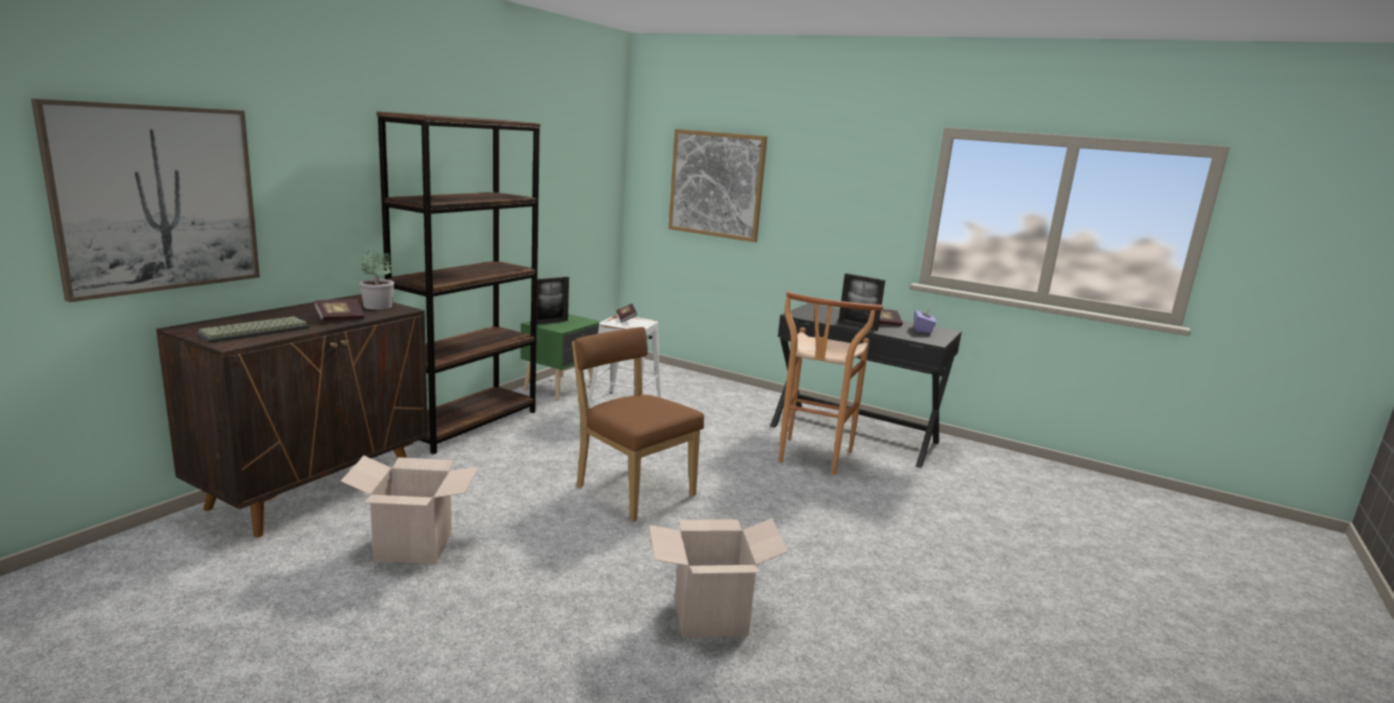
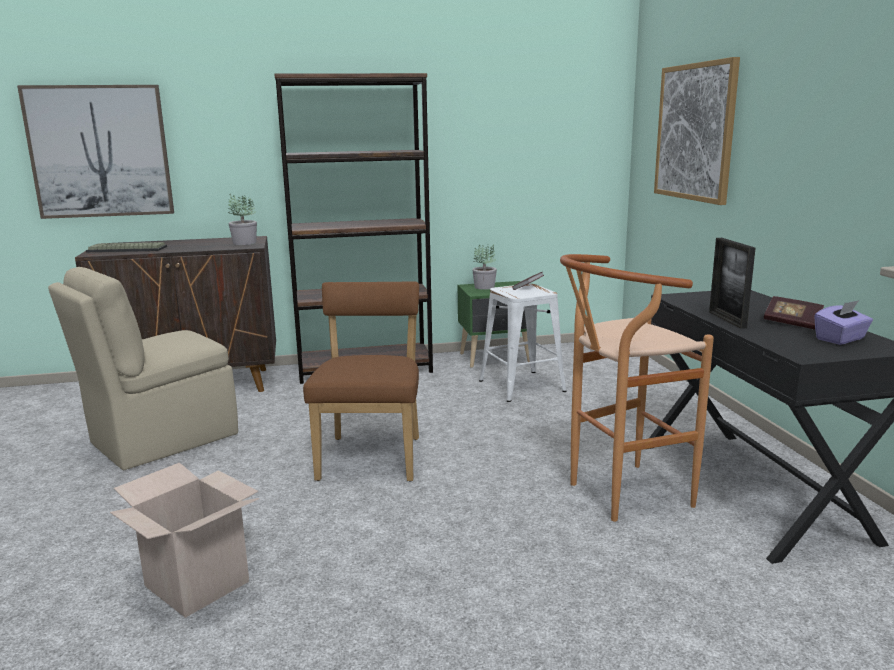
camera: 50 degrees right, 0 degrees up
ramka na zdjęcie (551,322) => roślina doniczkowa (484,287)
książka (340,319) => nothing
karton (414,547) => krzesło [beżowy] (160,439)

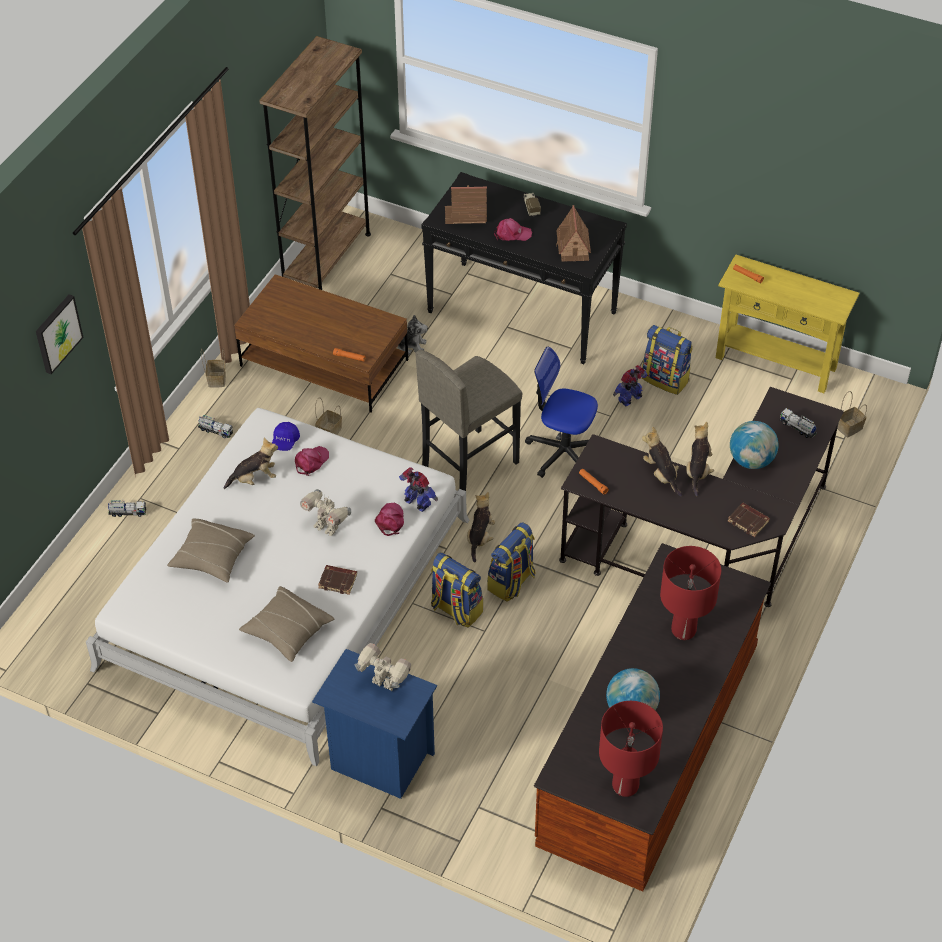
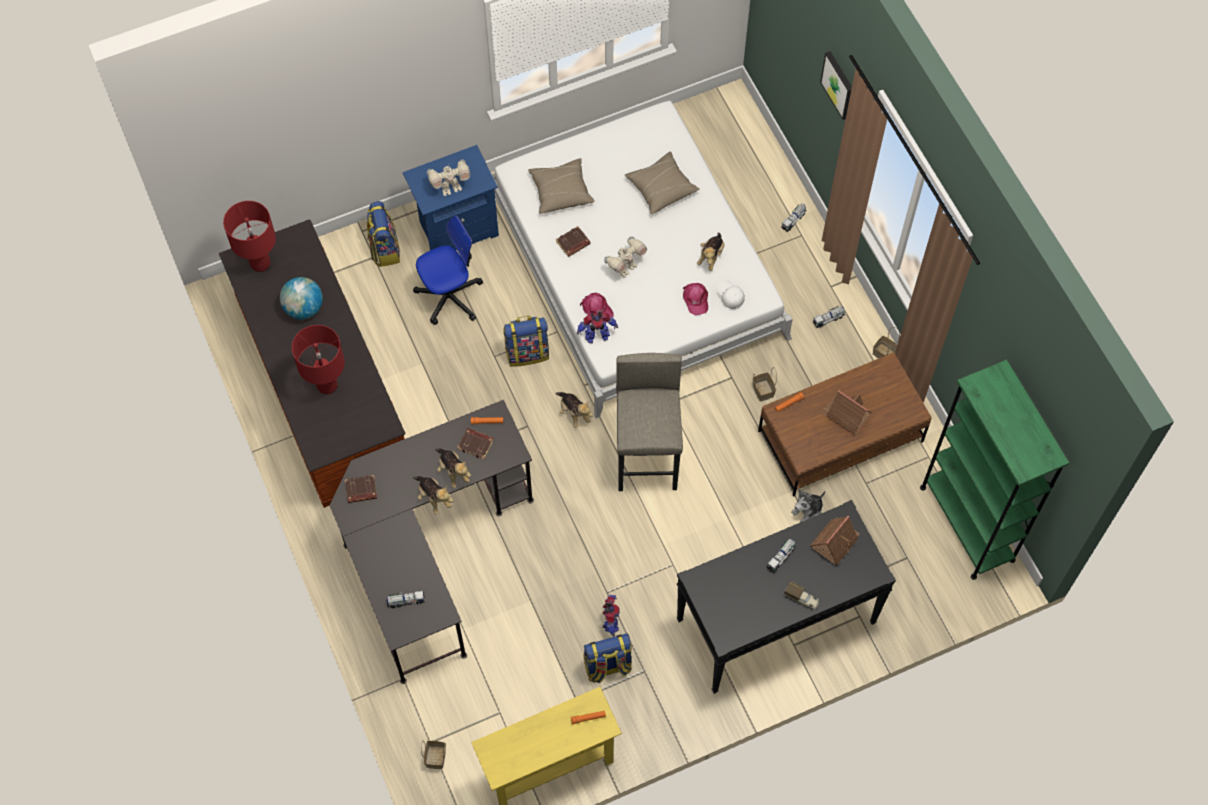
camera: 130 degrees right, 15 degrees up
regał [brązowy] (326,258) => regał [zielony] (967,523)
domek (573,246) => domek (846,414), shifted
czapka z daszkiem [różowy] (512,234) => ciężarówka zabawkowa (781,557)
krzesło biurowe (563,452) => krzesło biurowe (449,296), shifted
globus (751,460) => nothing
czapka z daszkiem [niebieski] (285,441) => czapka z daszkiem [biały] (730,296)
pluszak (661,475) => pluszak (452,471), 45 degrees clockwise
robot zabawkowy (327,527) => robot zabawkowy (625,268), 150 degrees clockwise
plecak (511,583) => plecak (384,248), shifted
nothing => książka [brązowy] (476,444)

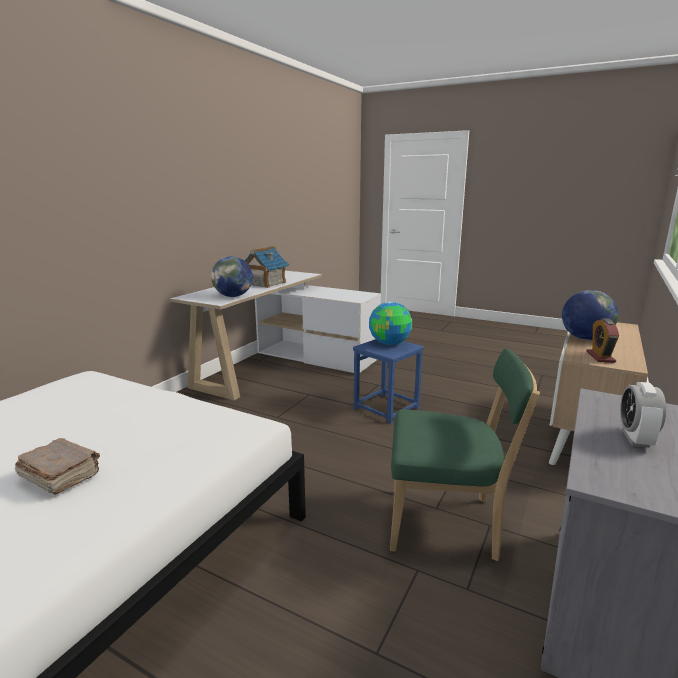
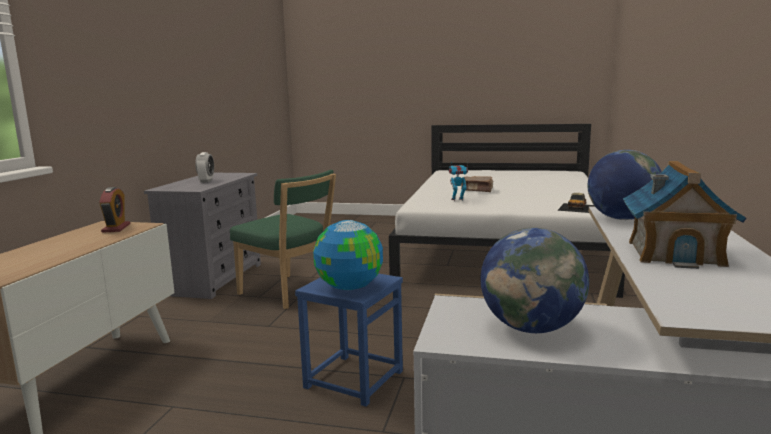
camera: 165 degrees right, 5 degrees down
globus (585,338) => globus (532,328), shifted
krzesło [zielony] (448,524) => krzesło [zielony] (289,293), 135 degrees counterclockwise
nothing => robot zabawkowy (457,200)
nothing => samochodzik (577,207)

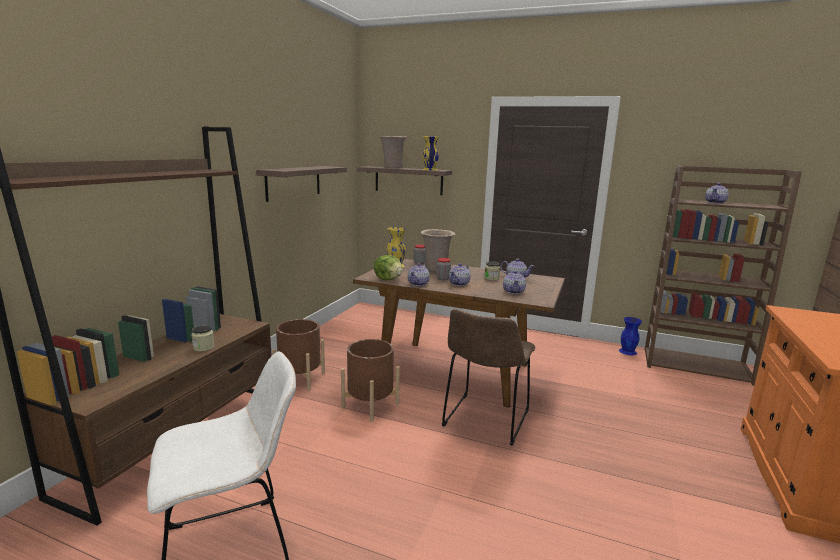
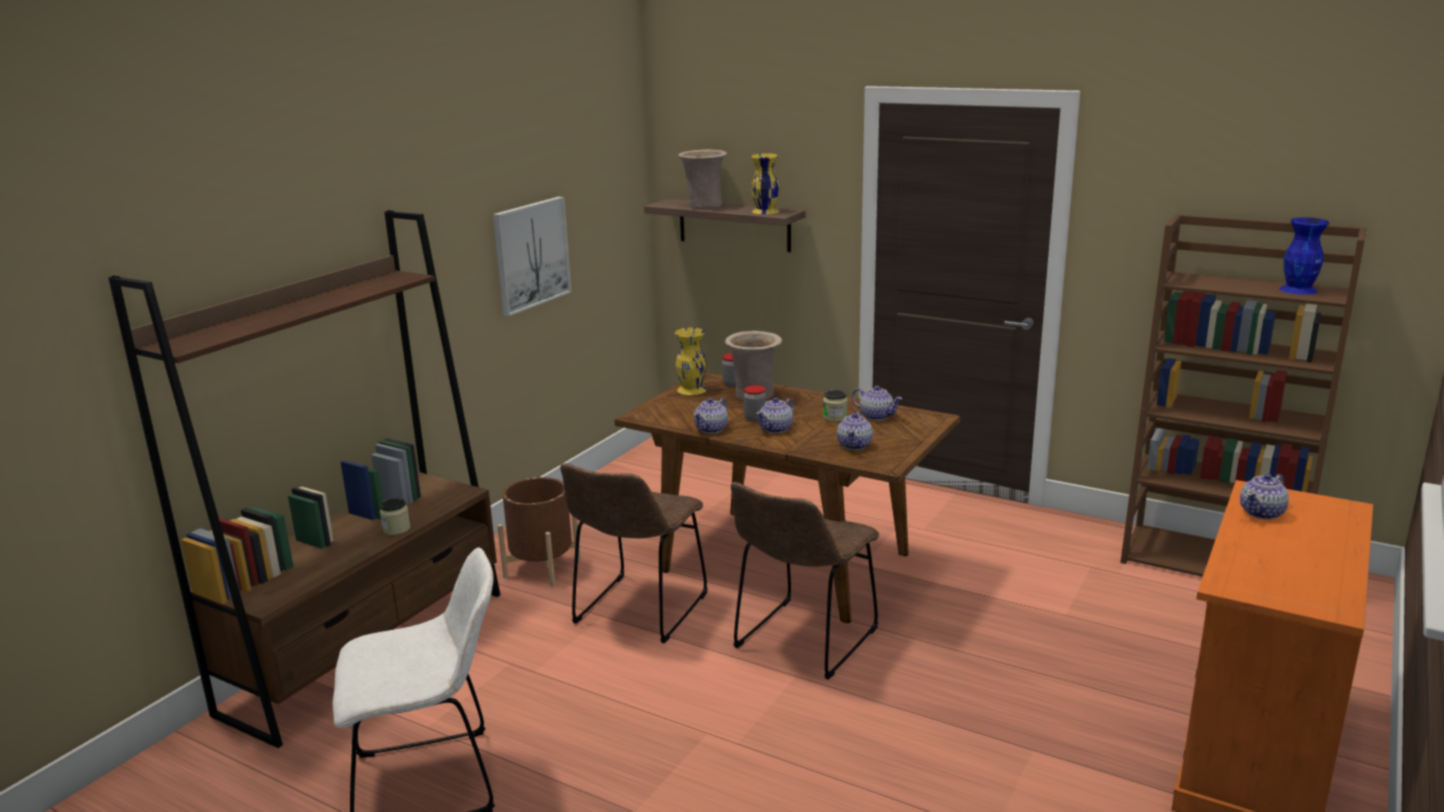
camera: 10 degrees right, 5 degrees up
półka (293,182) => obraz (531,254)
imbryk (715,202) => imbryk (1262,513), shifted
sałata (388,279) => nothing
wazon [niebieski] (628,351) => wazon [niebieski] (1299,290), shifted
donica [brązowy] (370,405) => krzesło [brązowy] (637,612)

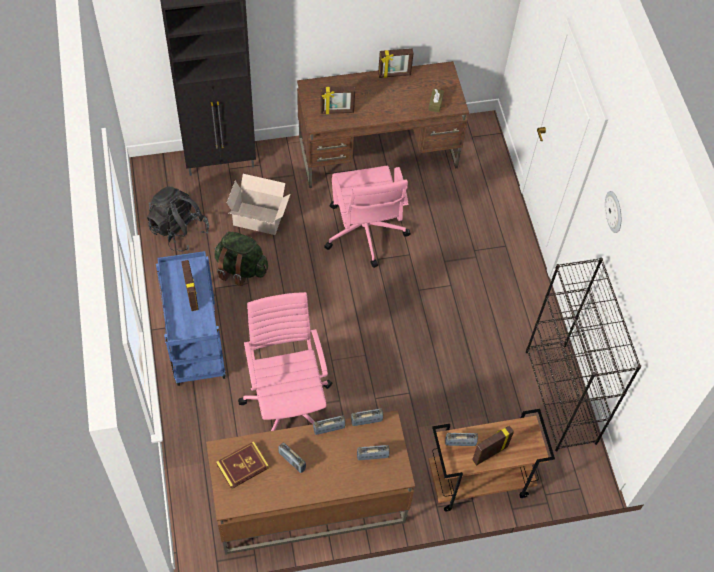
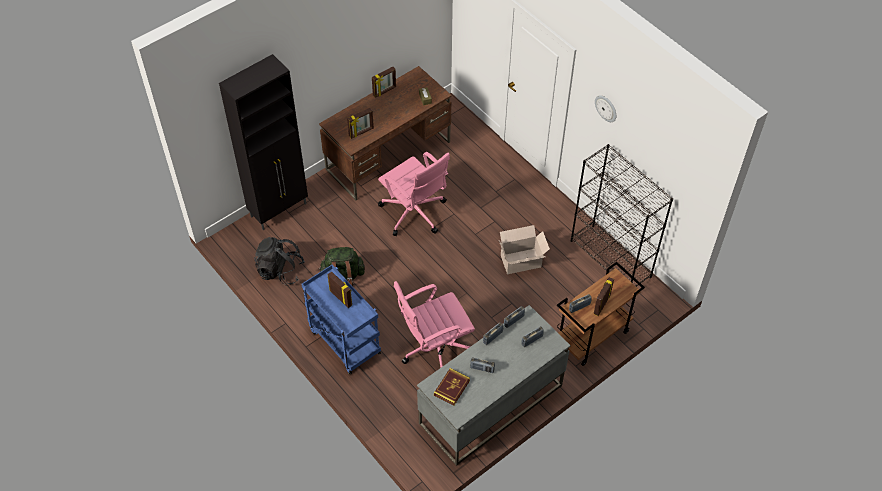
camera: 25 degrees left, 5 degrees down
karton (259,219) => karton (522,261), shifted
krzesło biurowe [różowy] (288,403) => krzesło biurowe [różowy] (434,349), 75 degrees counterclockwise
biurko [brązowy] (308,502) => biurko [szary] (490,405)

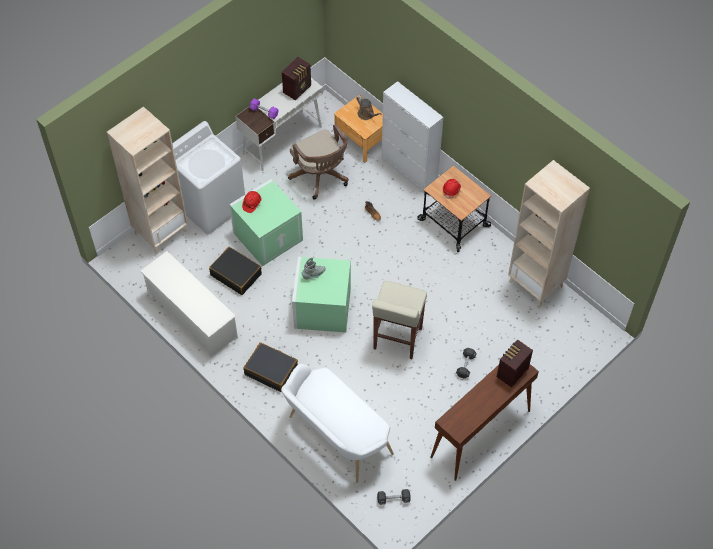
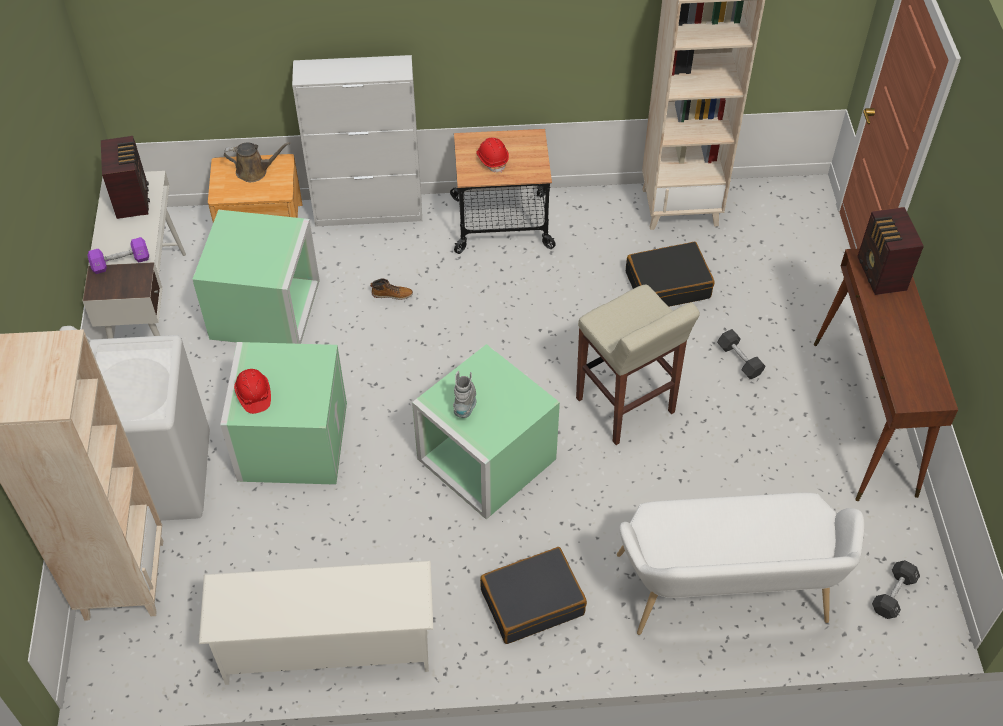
camera: 50 degrees left, 5 degrees down
krzesło biurowe [brązowy] (321,177) => pojemnik do przechowywania [zielony] (266,310)
walizka [czarny] (236,274) => walizka [czarny] (667,284), shifted

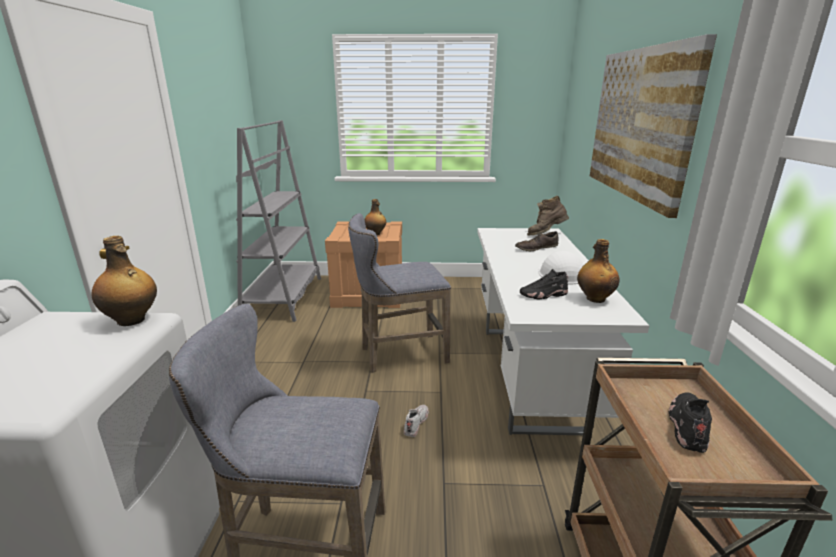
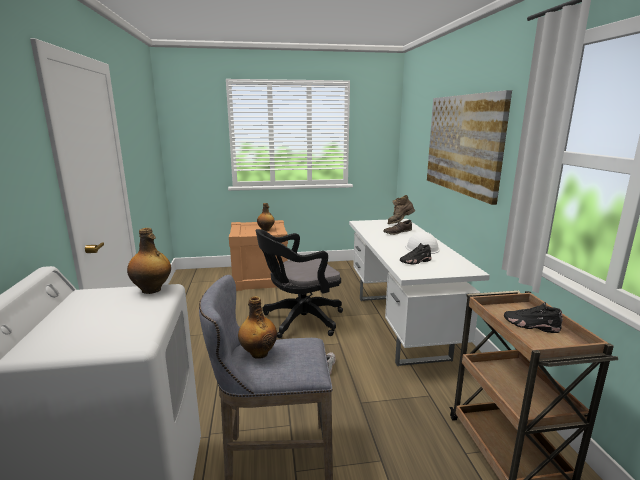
camera: 10 degrees left, 5 degrees down
regał [szary] (284,298) => nothing
stołek [szary] (399,354) => krzesło biurowe [czarny] (299,320)
butelka (594,299) => butelka (258,353), shifted
but [czarny] (687,426) => but [czarny] (530,325), 75 degrees counterclockwise

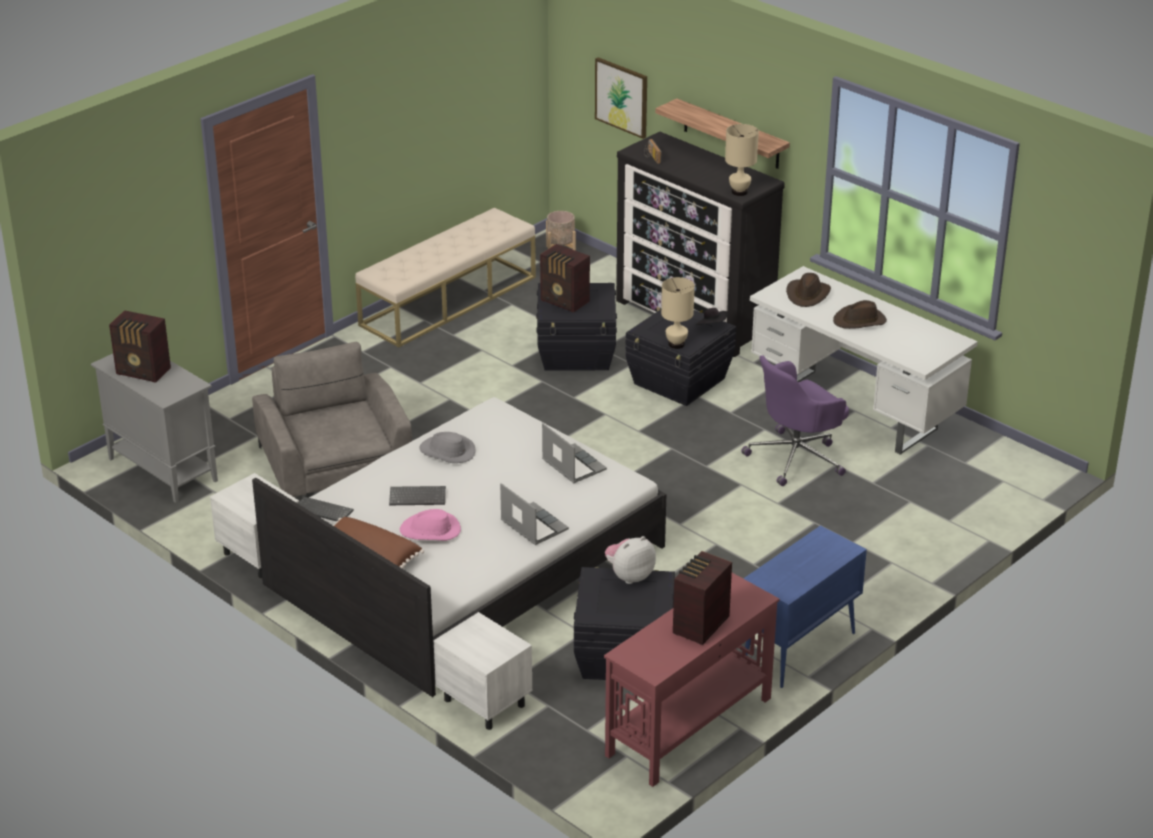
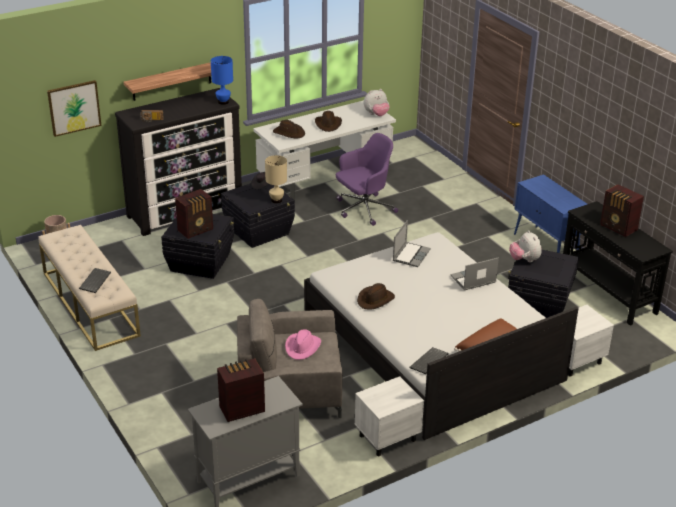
camera: 75 degrees left, 0 degrees up
lampa stołowa [beżowy] (739,192) => lampa stołowa [niebieski] (223,102)
radio (144,372) => radio (241,409), 150 degrees counterclockwise
krzesło biurowe [fioletowy] (796,457) => krzesło biurowe [fioletowy] (364,209), 105 degrees counterclockwise
laptop (572,465) => laptop (411,255), 135 degrees clockwise
kapelusz [szary] (447,452) => kapelusz [brązowy] (375,300)
klawiatura (418,496) => klawiatura (94,281), shifted
kapelusz [różowy] (430,531) => kapelusz [różowy] (302,347), shifted
stolik konsolowy [czerwony] (688,727) => stolik konsolowy [czarny] (608,293)
nothing => pluszak (376,115)

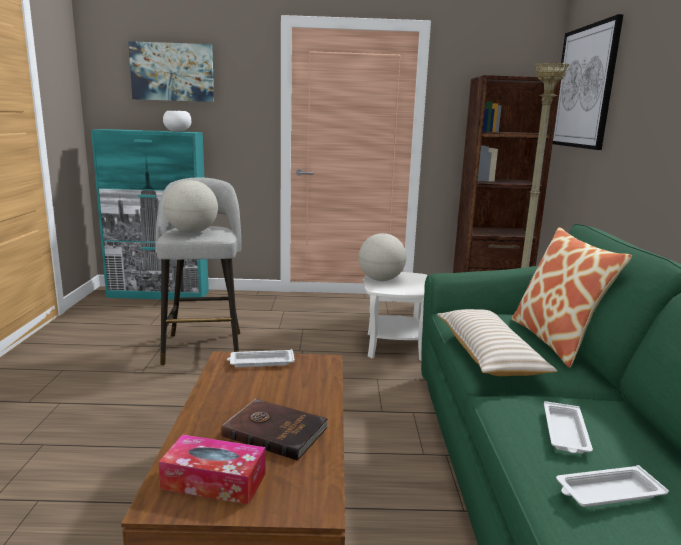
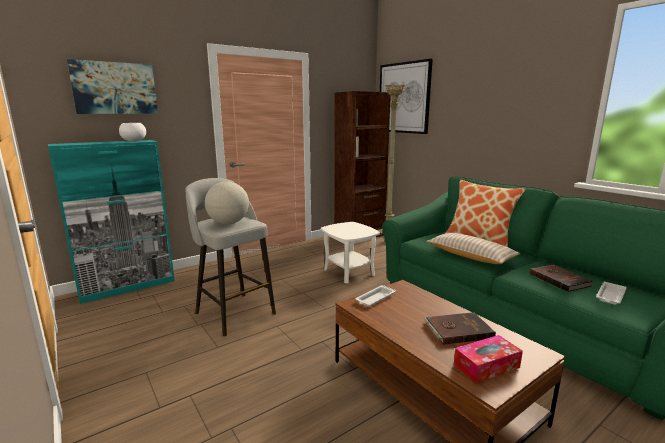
camera: 35 degrees left, 0 degrees up
globus (381,280) => nothing
taca [biały] (565,433) => książka [brązowy] (559,279)

